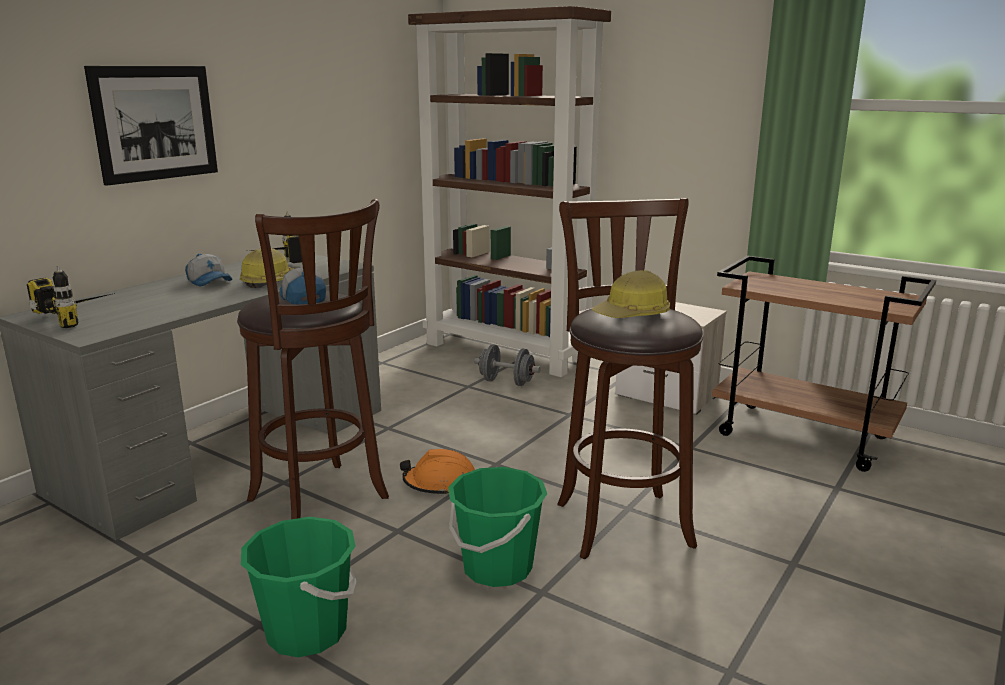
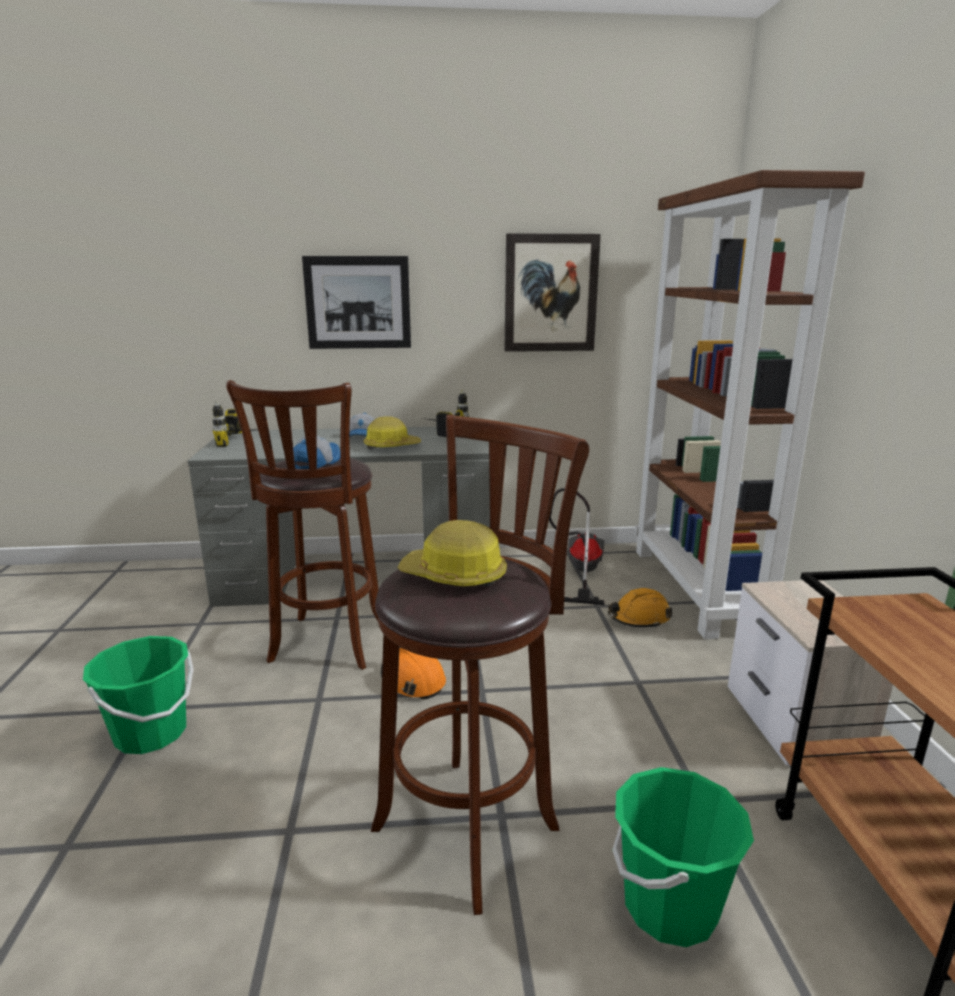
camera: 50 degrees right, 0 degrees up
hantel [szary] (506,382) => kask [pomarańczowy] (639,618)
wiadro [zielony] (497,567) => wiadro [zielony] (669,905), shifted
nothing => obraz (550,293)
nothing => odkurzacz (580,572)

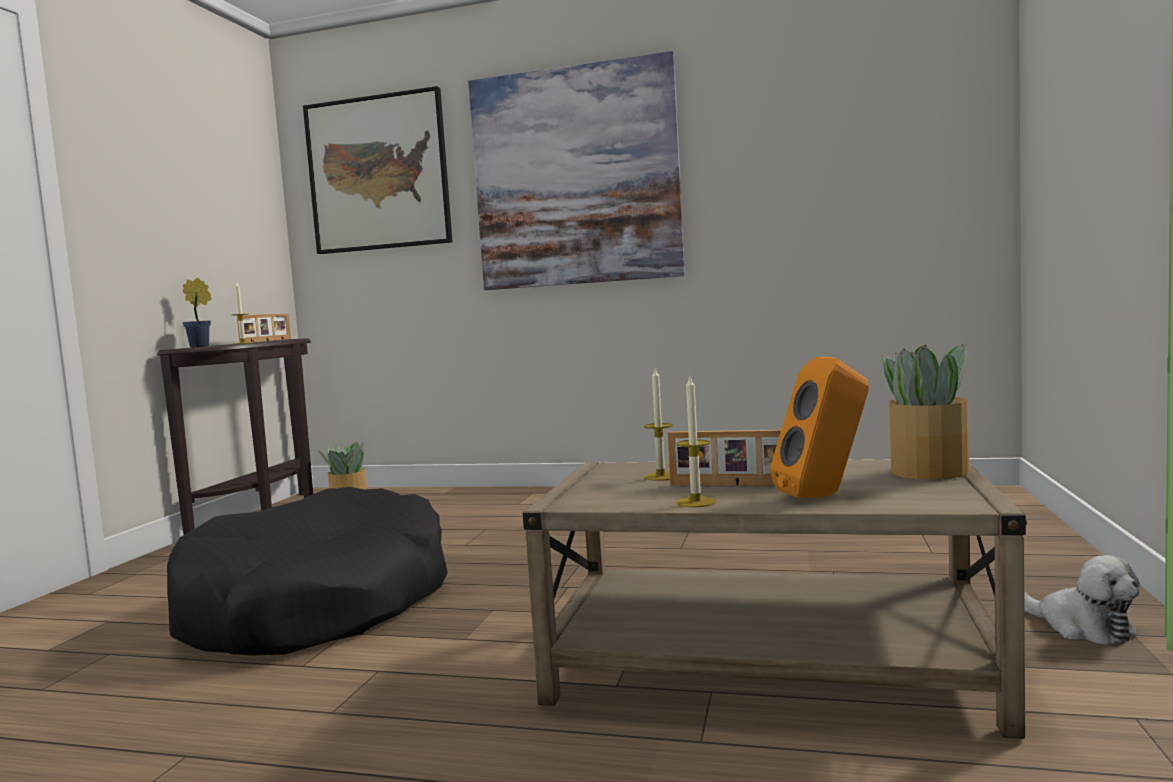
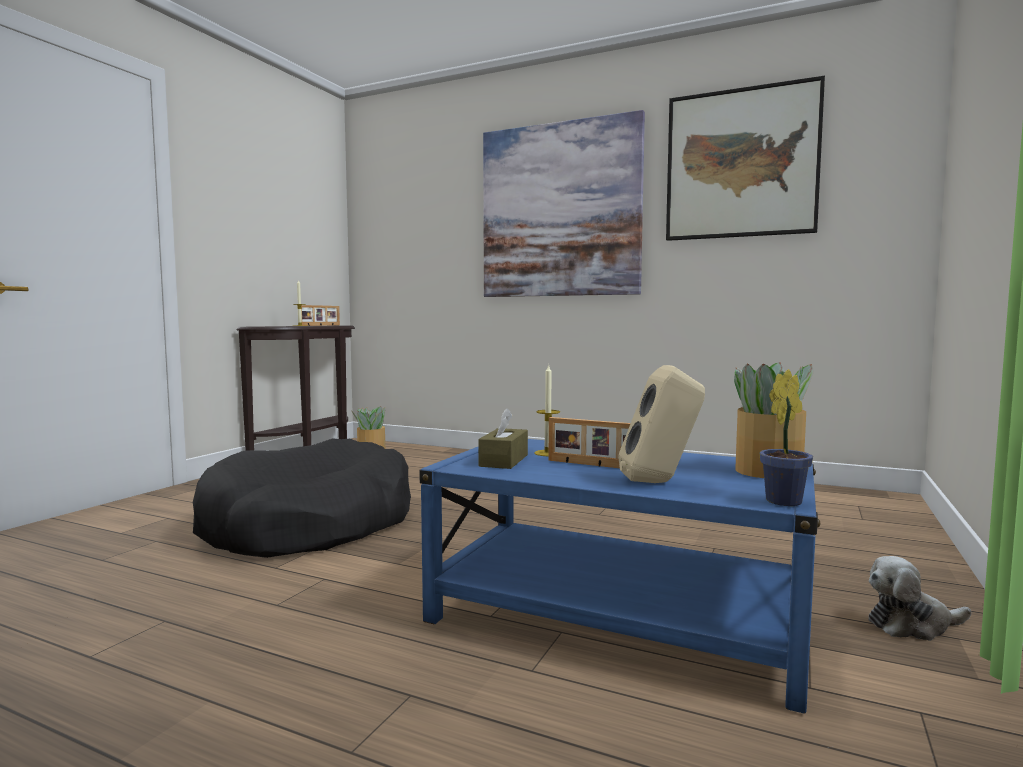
camera: 10 degrees right, 0 degrees up
obraz (378,173) => obraz (741,164), shifted
roślina doniczkowa (202,346) => roślina doniczkowa (786,501), shifted
głośnik [pomarańczowy] (825,496) => głośnik [beżowy] (660,482)
świeca (696,502) => nothing
ława [beżowy] (767,666) => ława [niebieski] (617,618)
pluszak (1081,627) => pluszak (912,625), 105 degrees clockwise
nothing => pudełko chusteczek [brązowy] (504,460)

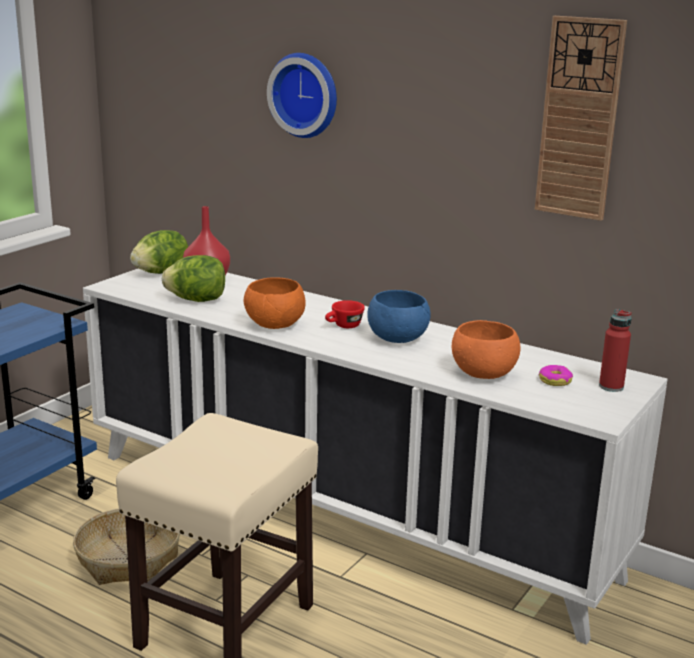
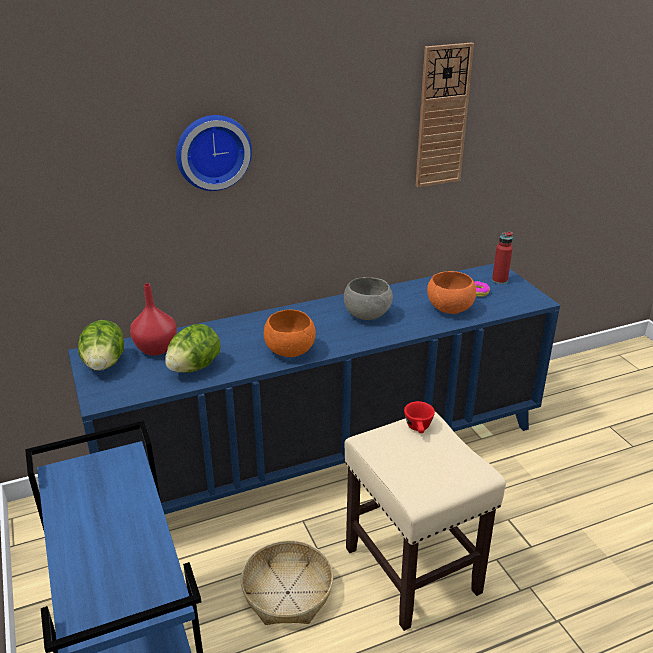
camera: 55 degrees left, 10 degrees up
szafka [biały] (342,512) => szafka [niebieski] (326,457)
miska [niebieski] (398,339) => miska [szary] (367,315)
filiżanka [czerwony] (343,326) => filiżanka [czerwony] (419,428), shifted

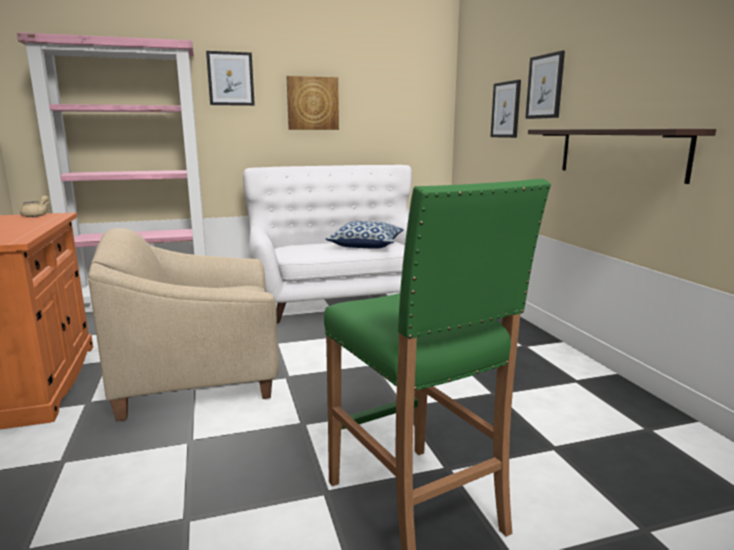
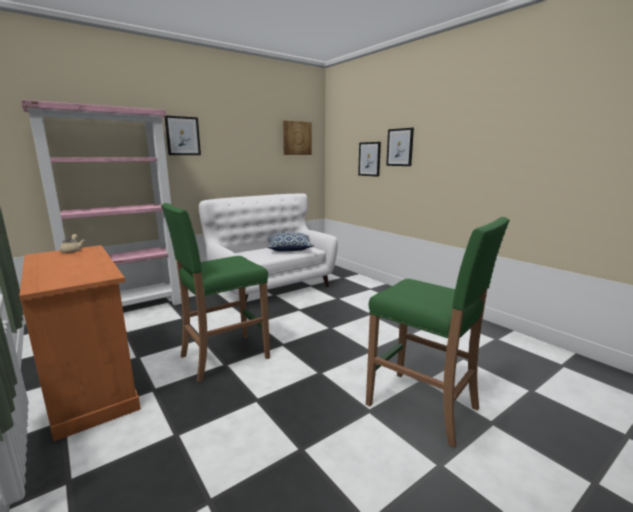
camera: 20 degrees left, 0 degrees up
obraz (312,103) => obraz (297,138), shifted
półka (619,152) => nothing
fotel [beżowy] (199,379) => stołek [zielony] (223,357)

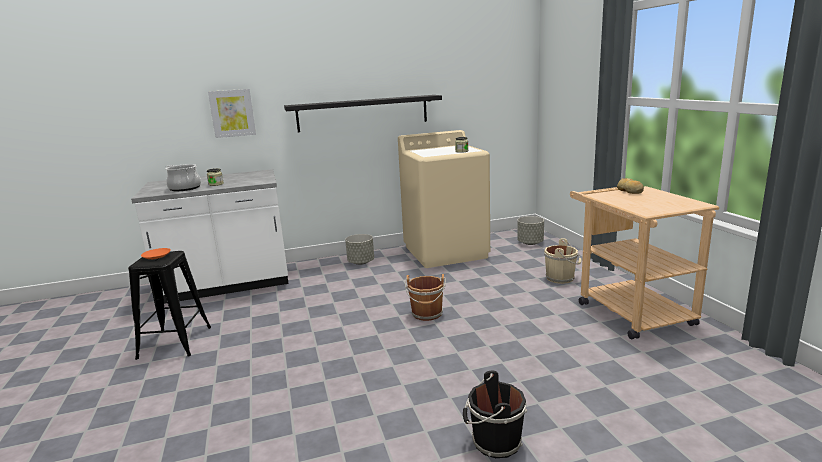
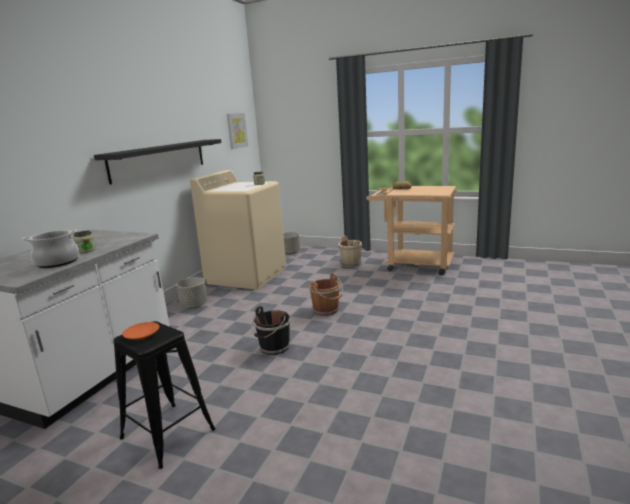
camera: 50 degrees left, 0 degrees up
obraz (232,113) => obraz (236,130), shifted
wiadro [czarny] (494,442) => wiadro [czarny] (274,348), shifted

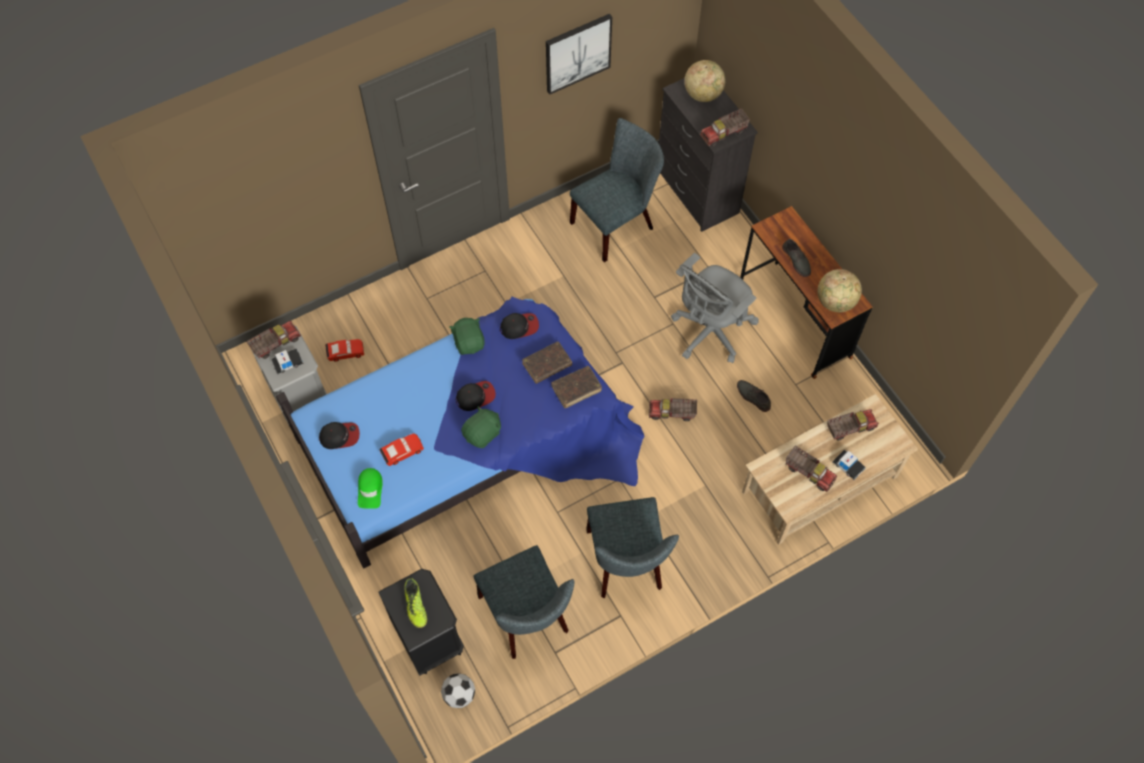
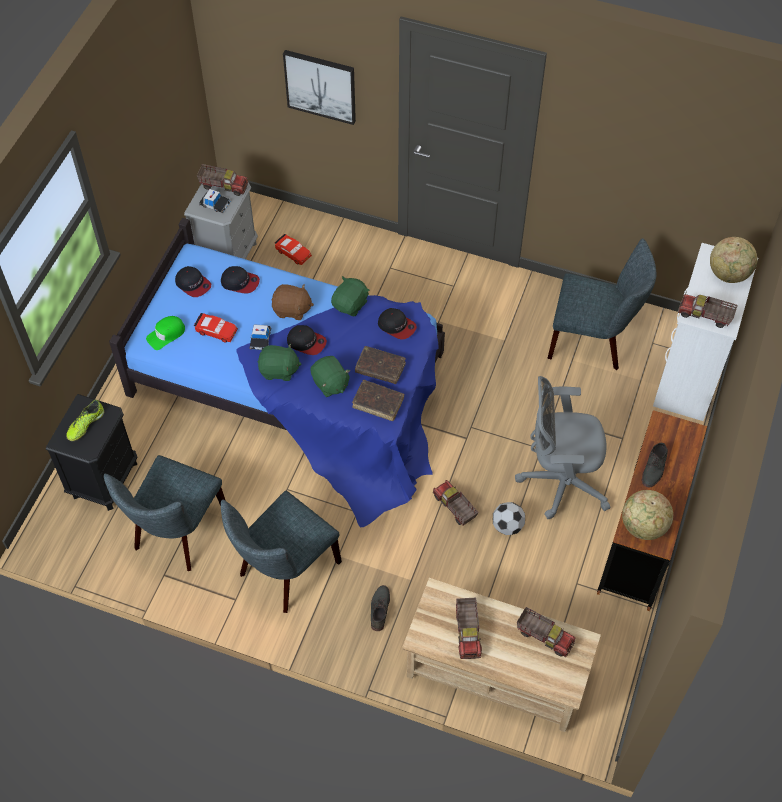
camera: 50 degrees right, 5 degrees down
obraz (577,53) => obraz (320,86), shifted
komoda [czarny] (697,193) => komoda [biały] (688,376)
but [szary] (752,397) => but [szary] (379,609), shifted
samochodzik (848,465) => samochodzik (260,339), shifted
piłka futbolowa (459,695) => piłka futbolowa (507,526), shifted
nothing => czapka z daszkiem (240,282)
nothing => pluszak [brązowy] (292,310)
nothing => pluszak [zielony] (330,384)

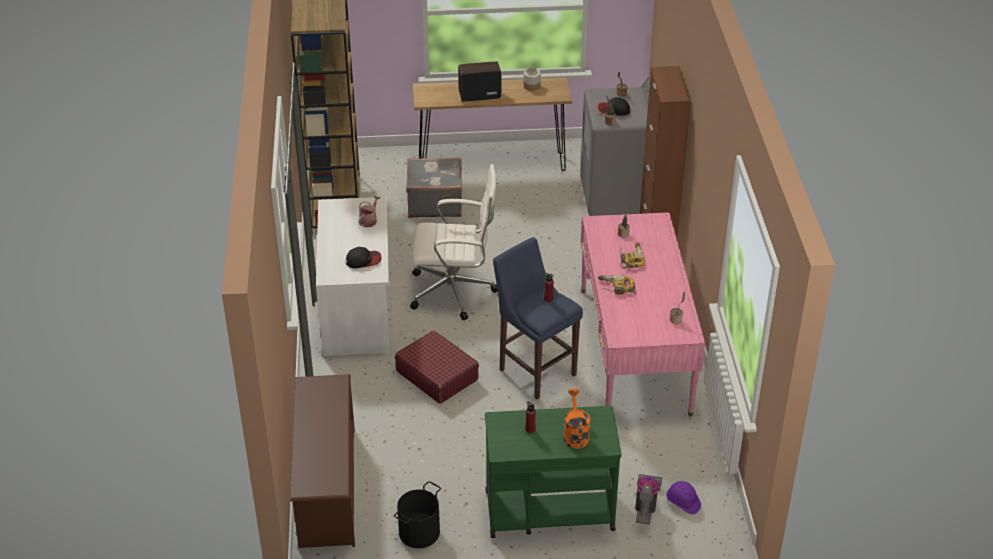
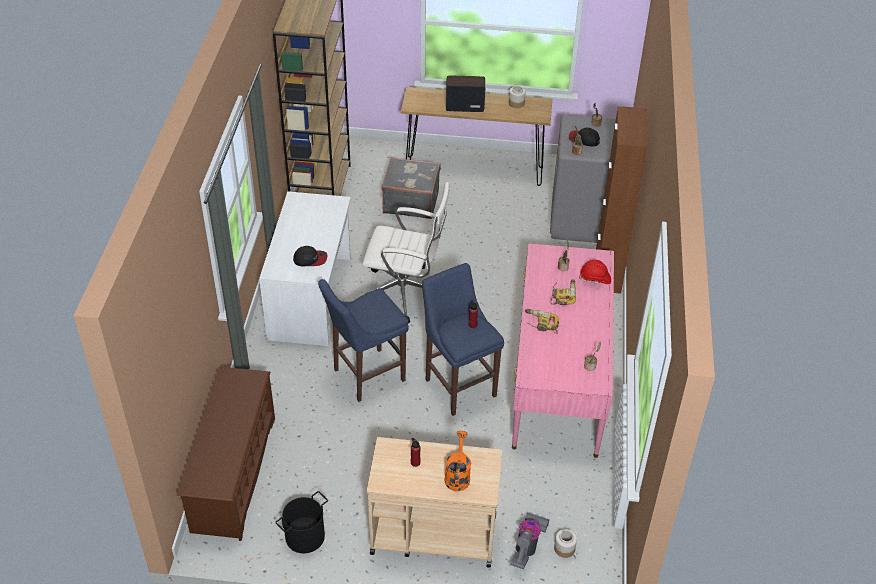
camera: 10 degrees right, 5 degrees up
konewka (369,220) => nothing
walizka [czerwony] (437,375) => stołek [niebieski] (365,376)
wózek [zielony] (548,510) => wózek [beżowy] (432,534)
kask [fioletowy] (683,503) => słoik (564,549)
nothing => kask [czerwony] (595,278)

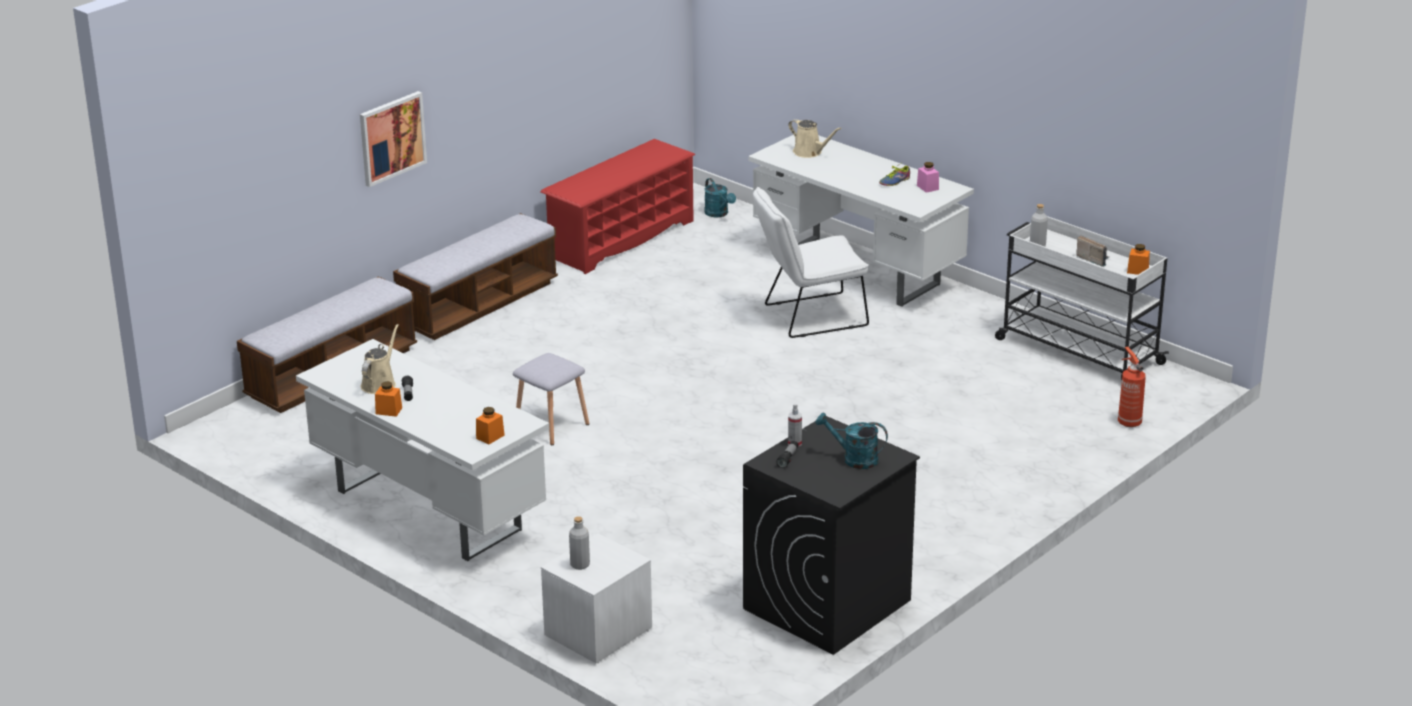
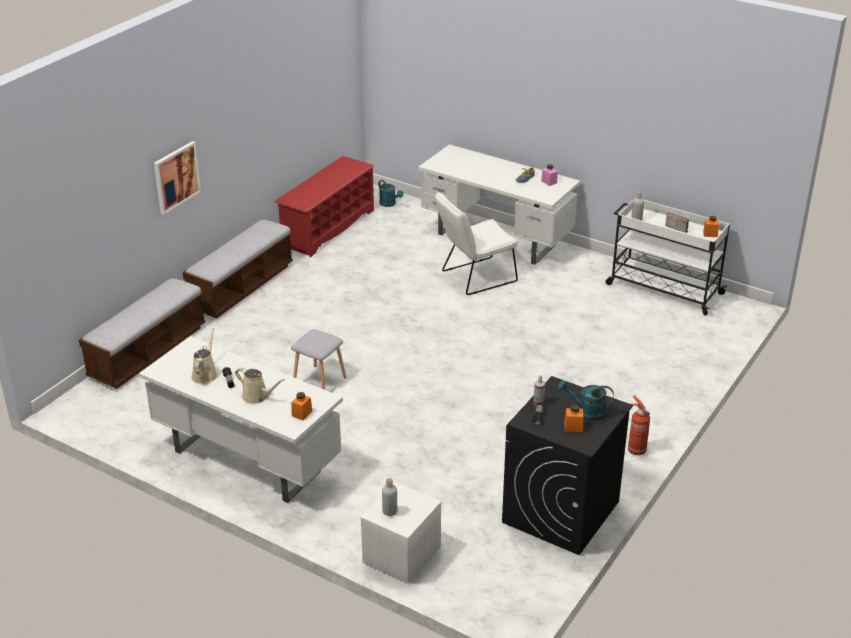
camera: 10 degrees left, 5 degrees up
konewka [beżowy] (810,152) => konewka [beżowy] (257,397), shifted
gaśnica (1128,422) => gaśnica (635,450), shifted
słoik [pomarańczowy] (388,411) => słoik [pomarańczowy] (573,427), shifted

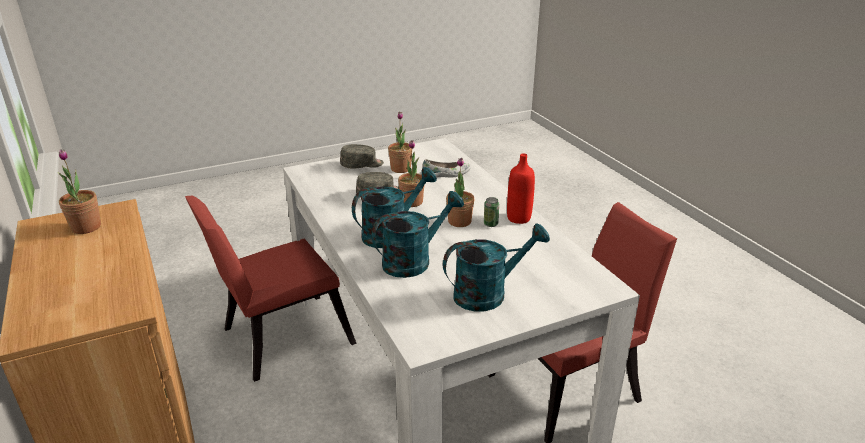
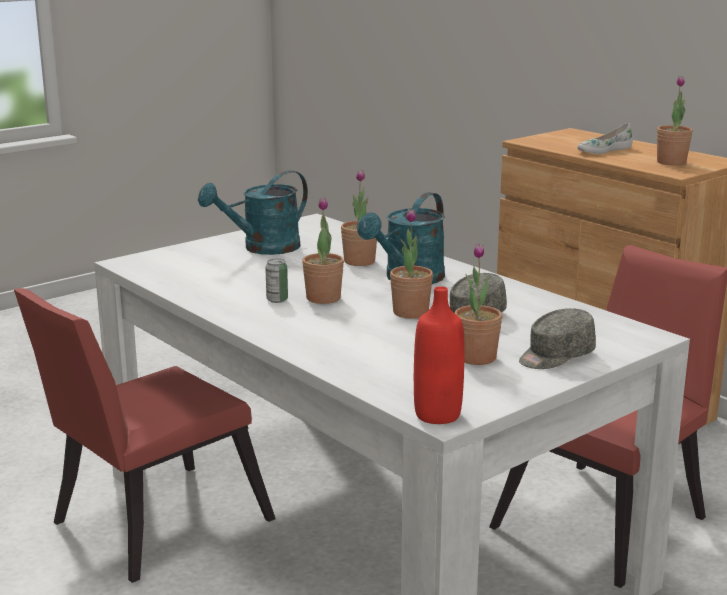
camera: 165 degrees right, 10 degrees down
butelka [czerwony] (518,218) => butelka [czerwony] (437,415), shifted
but [biały] (446,174) => but [biały] (603,150), shifted
konewka [turkusowy] (414,261) => roślina doniczkowa (359,261)

